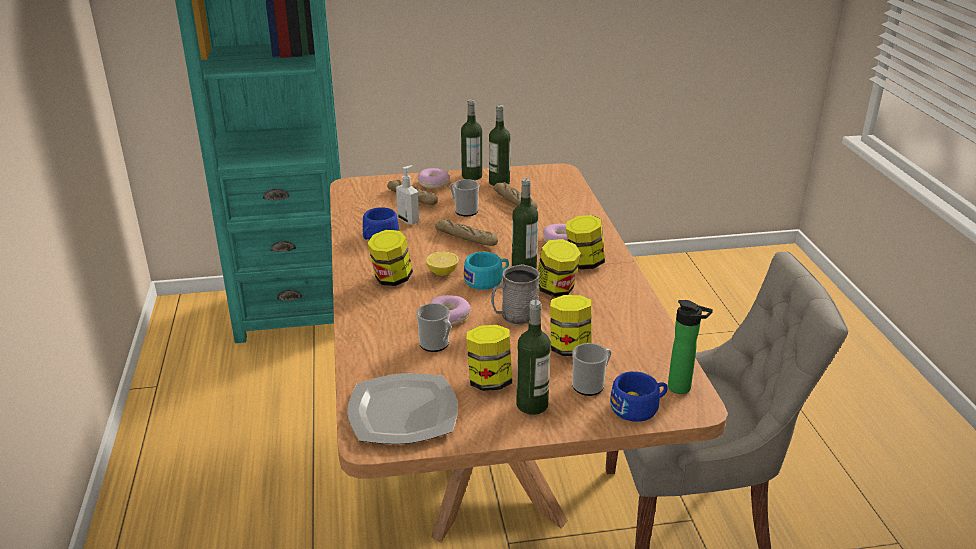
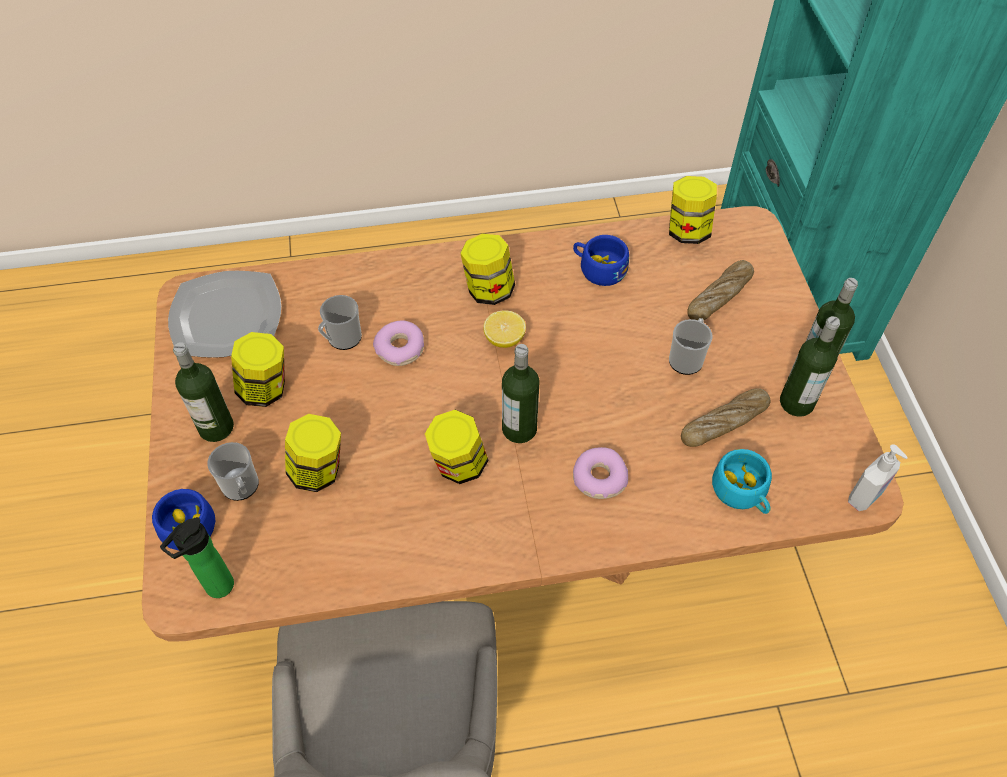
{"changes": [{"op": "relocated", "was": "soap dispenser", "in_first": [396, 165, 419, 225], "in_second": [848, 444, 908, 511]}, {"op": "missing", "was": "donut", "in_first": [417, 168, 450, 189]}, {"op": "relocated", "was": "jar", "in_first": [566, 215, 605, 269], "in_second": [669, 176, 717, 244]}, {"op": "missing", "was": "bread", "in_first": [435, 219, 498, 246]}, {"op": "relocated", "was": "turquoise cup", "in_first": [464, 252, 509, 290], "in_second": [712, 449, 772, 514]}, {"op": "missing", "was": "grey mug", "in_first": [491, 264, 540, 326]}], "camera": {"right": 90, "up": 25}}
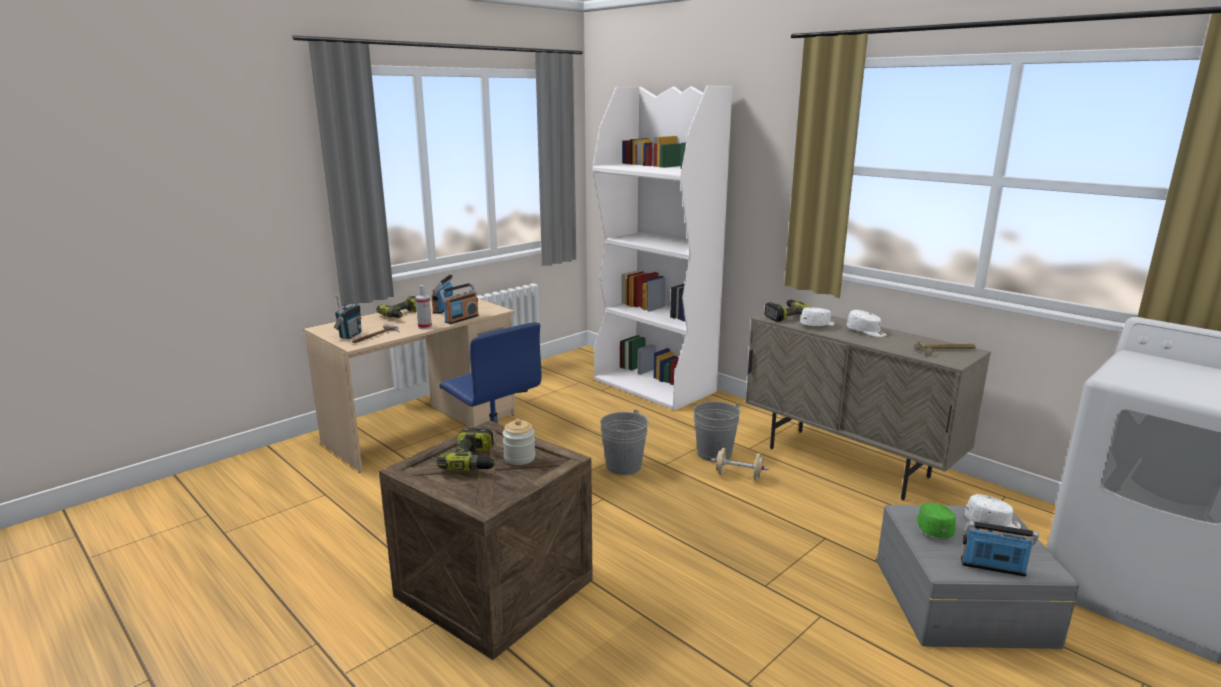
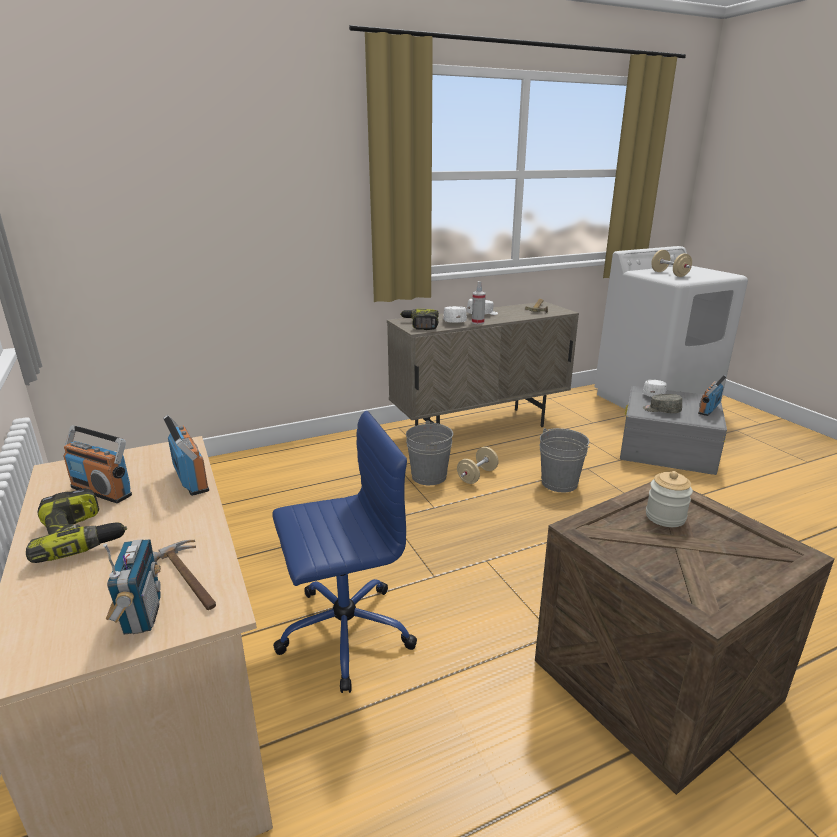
{"changes": [{"op": "missing", "was": "white bookcase", "in_first": [593, 86, 732, 410]}, {"op": "relocated", "was": "spray bottle", "in_first": [415, 285, 432, 329], "in_second": [472, 281, 486, 324]}, {"op": "spun", "was": "radio", "in_first": [334, 295, 361, 339], "in_second": [103, 539, 161, 635], "clockwise": 45}, {"op": "relocated", "was": "grey bucket", "in_first": [600, 410, 648, 475], "in_second": [540, 428, 590, 492]}, {"op": "missing", "was": "power drill", "in_first": [437, 428, 496, 471]}, {"op": "colour", "was": "green cap", "now": "grey cap", "in_first": [916, 503, 956, 538], "in_second": [643, 394, 682, 413]}, {"op": "appeared", "now": "beige dumbbell", "in_second": [651, 250, 692, 277]}], "camera": {"right": -70, "up": 5}}
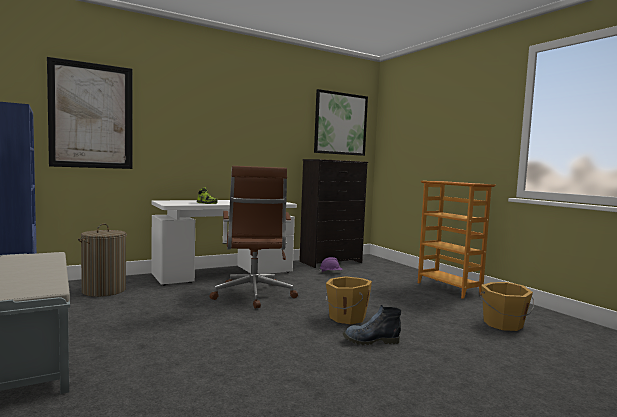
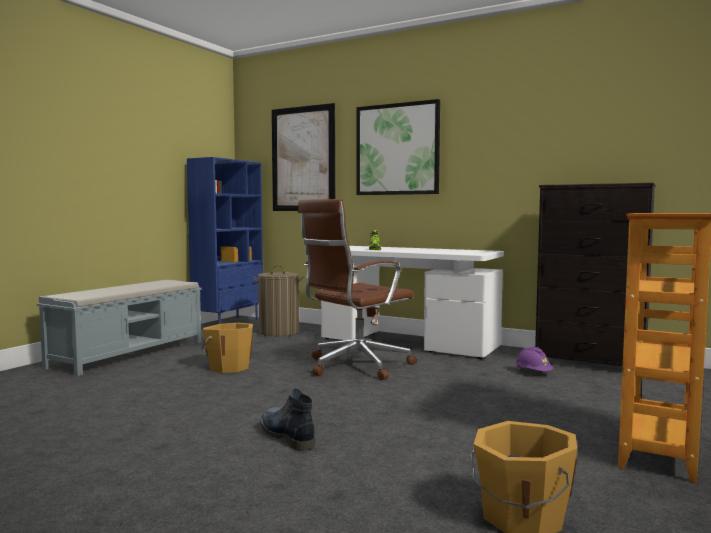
{"changes": [{"op": "relocated", "was": "picture", "in_first": [314, 89, 368, 156], "in_second": [356, 99, 440, 195]}, {"op": "relocated", "was": "orange bucket", "in_first": [326, 276, 372, 324], "in_second": [202, 323, 253, 373]}], "camera": {"right": 60, "up": 0}}
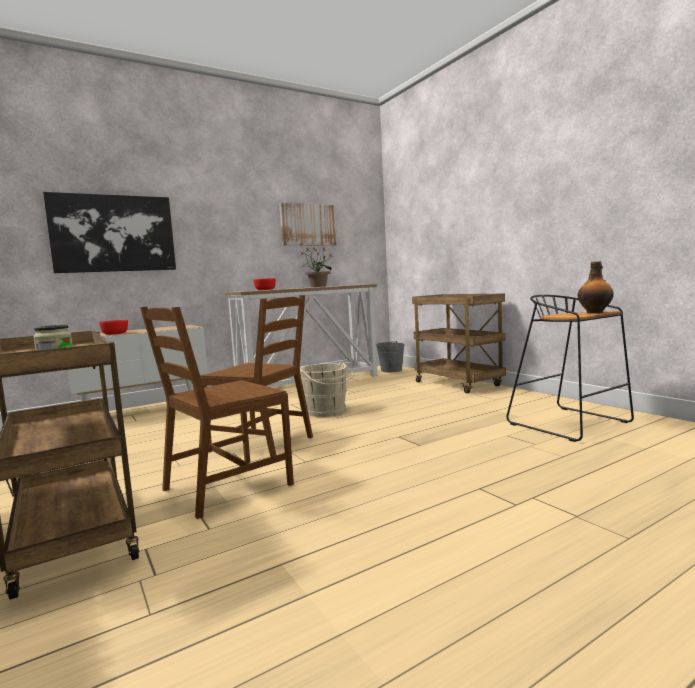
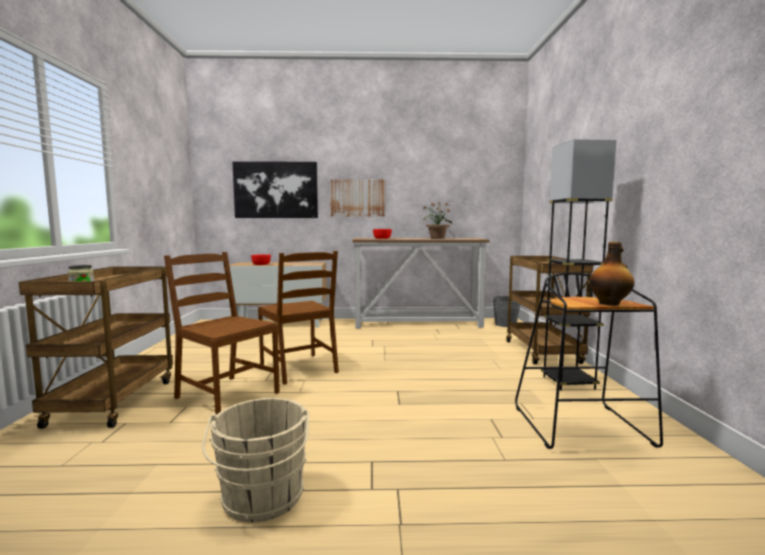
{"changes": [{"op": "relocated", "was": "picture", "in_first": [279, 203, 337, 246], "in_second": [330, 179, 385, 217]}, {"op": "spun", "was": "brown chair", "in_first": [140, 307, 294, 519], "in_second": [164, 252, 280, 415], "clockwise": 45}, {"op": "relocated", "was": "beige bucket", "in_first": [300, 362, 353, 417], "in_second": [202, 398, 309, 523]}, {"op": "appeared", "now": "grey floor lamp", "in_second": [541, 139, 617, 391]}], "camera": {"right": 30, "up": 0}}
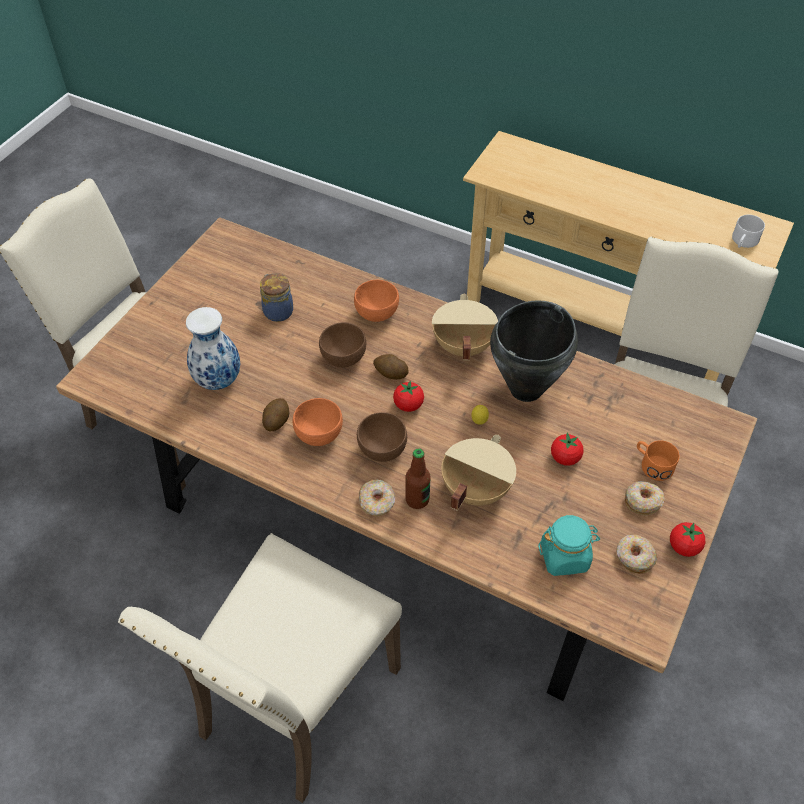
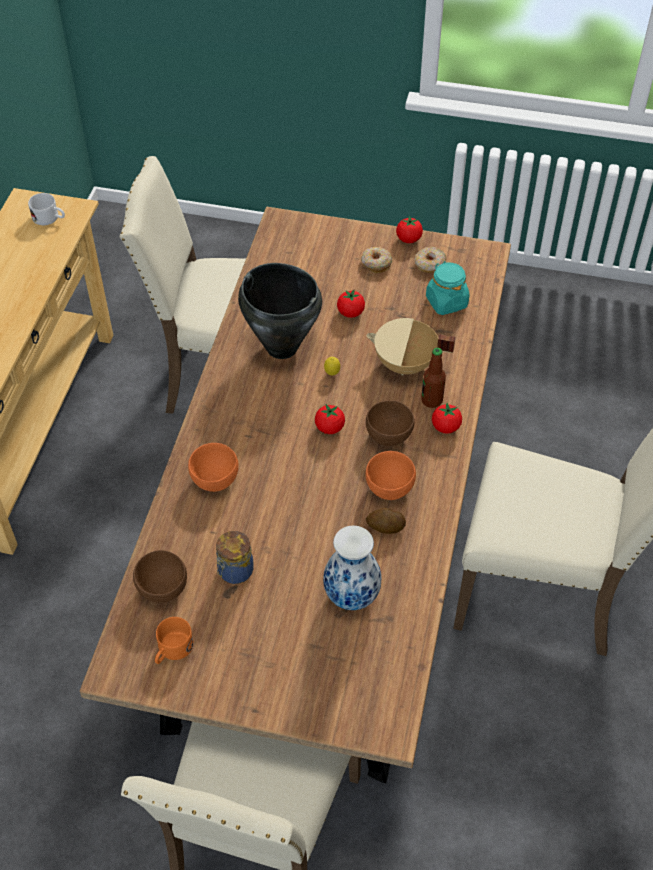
{"changes": [{"op": "missing", "was": "beige cooking pot", "in_first": [432, 294, 498, 360]}, {"op": "relocated", "was": "brown bowl", "in_first": [319, 322, 366, 368], "in_second": [133, 550, 187, 603]}, {"op": "missing", "was": "potato", "in_first": [373, 354, 408, 380]}, {"op": "relocated", "was": "orange mug", "in_first": [637, 440, 680, 481], "in_second": [155, 617, 193, 664]}, {"op": "exchanged", "was": "donut", "now": "tomato", "in_first": [359, 479, 395, 516], "in_second": [432, 403, 462, 434]}], "camera": {"right": -105, "up": 0}}
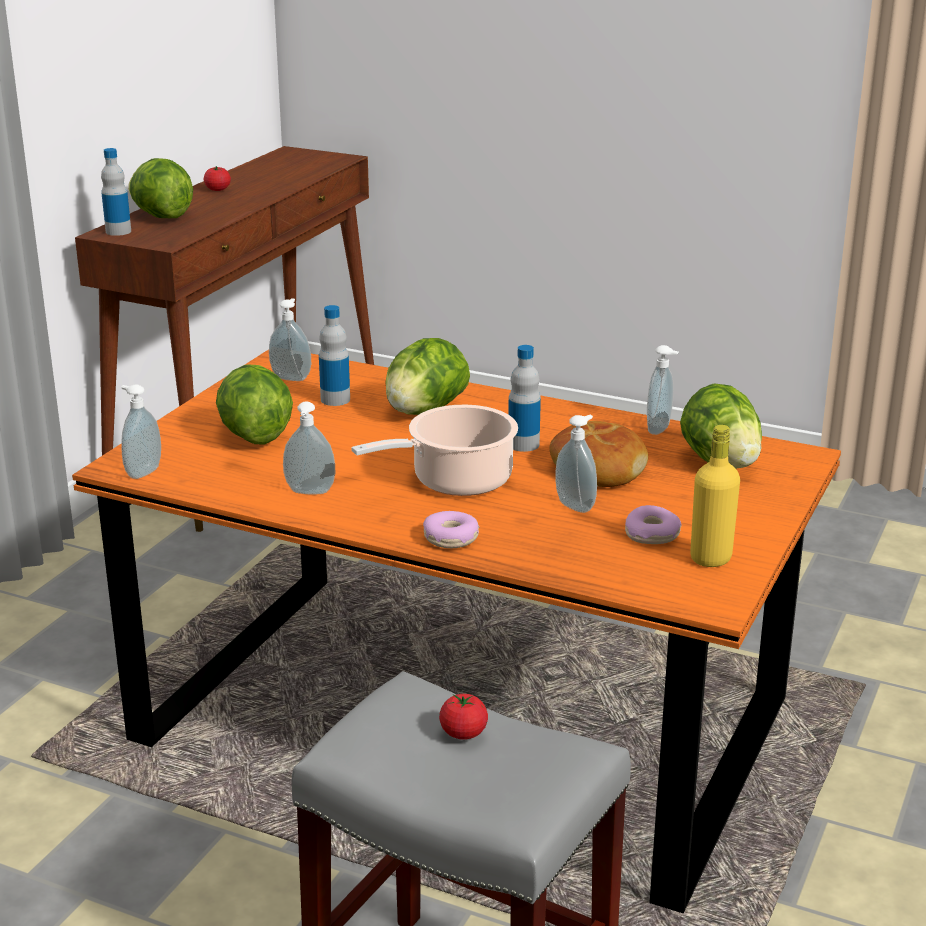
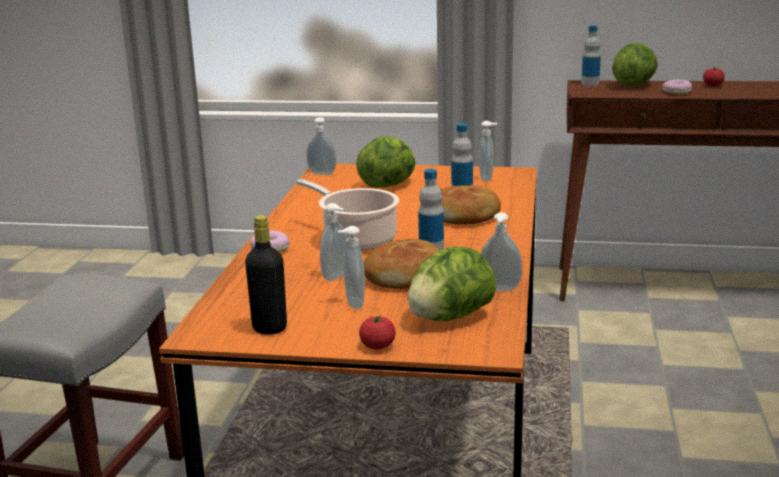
{"changes": [{"op": "exchanged", "was": "lettuce", "now": "bread", "in_first": [385, 338, 470, 415], "in_second": [441, 185, 501, 224]}, {"op": "relocated", "was": "soap dispenser", "in_first": [283, 401, 335, 495], "in_second": [337, 226, 365, 309]}, {"op": "colour", "was": "yellow bottle", "now": "black bottle", "in_first": [690, 425, 740, 567], "in_second": [245, 215, 287, 334]}, {"op": "relocated", "was": "donut", "in_first": [625, 505, 681, 544], "in_second": [662, 79, 692, 94]}, {"op": "relocated", "was": "tomato", "in_first": [439, 694, 488, 740], "in_second": [359, 314, 396, 350]}], "camera": {"right": 75, "up": -5}}
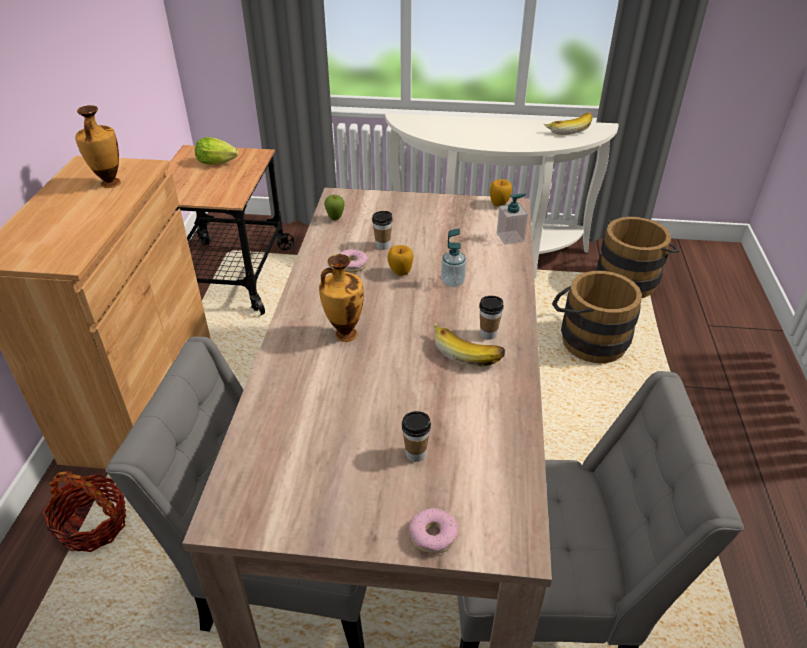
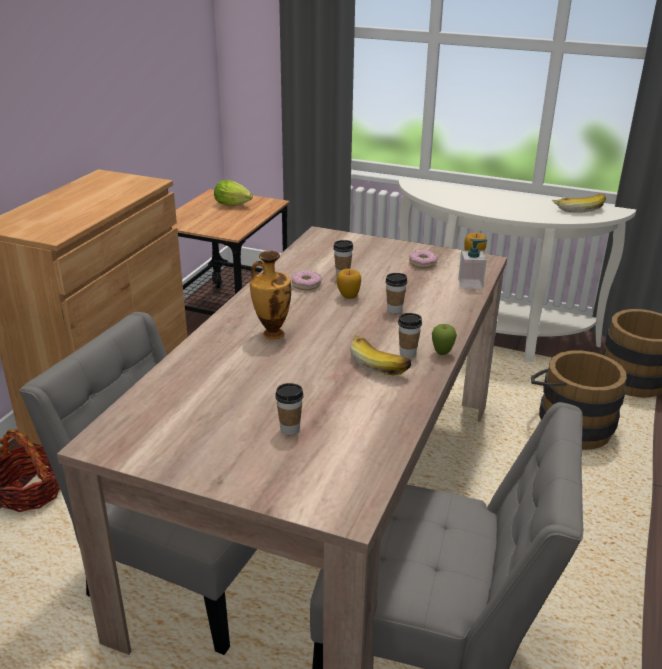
{"changes": [{"op": "missing", "was": "vase", "in_first": [75, 105, 121, 188]}, {"op": "relocated", "was": "apple", "in_first": [324, 195, 345, 220], "in_second": [432, 324, 457, 355]}, {"op": "exchanged", "was": "soap dispenser", "now": "cup", "in_first": [441, 228, 466, 287], "in_second": [386, 273, 407, 314]}, {"op": "relocated", "was": "donut", "in_first": [409, 508, 458, 554], "in_second": [409, 250, 438, 268]}], "camera": {"right": 15, "up": -10}}
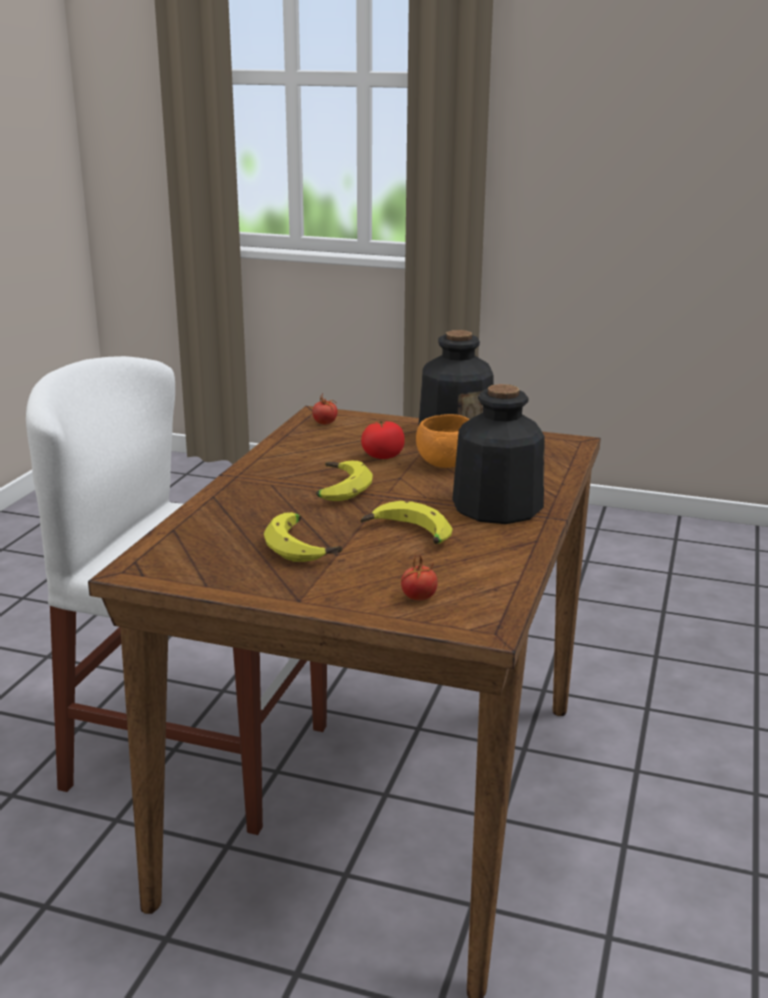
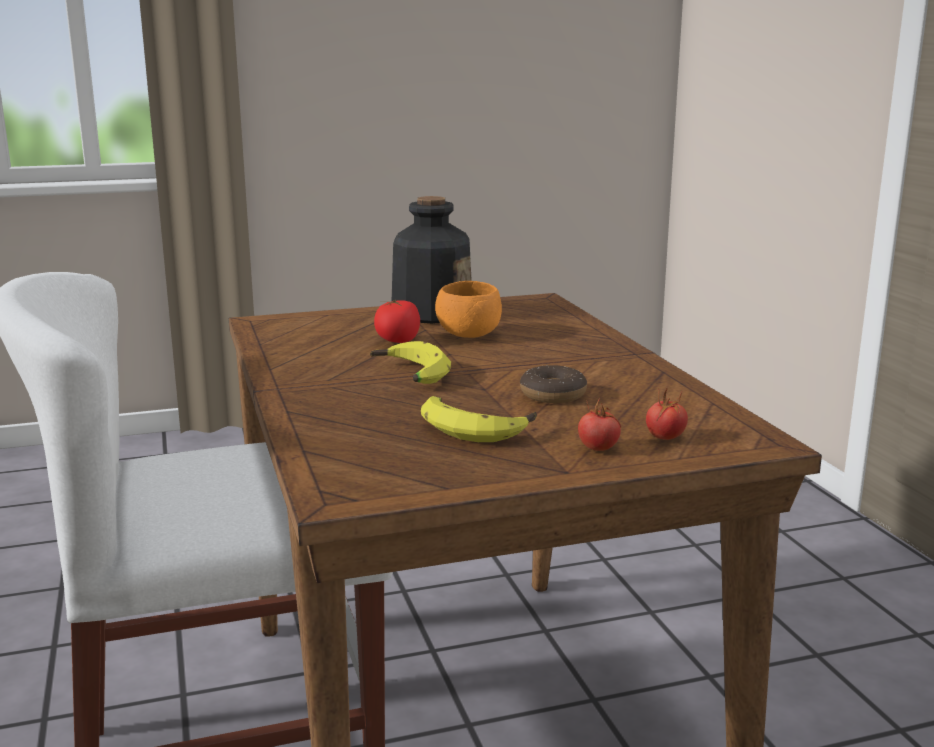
{"changes": [{"op": "missing", "was": "bottle", "in_first": [452, 384, 545, 524]}, {"op": "relocated", "was": "tomato", "in_first": [312, 393, 337, 425], "in_second": [578, 398, 621, 451]}, {"op": "exchanged", "was": "banana", "now": "donut", "in_first": [361, 501, 453, 544], "in_second": [520, 365, 587, 403]}], "camera": {"right": -35, "up": -5}}
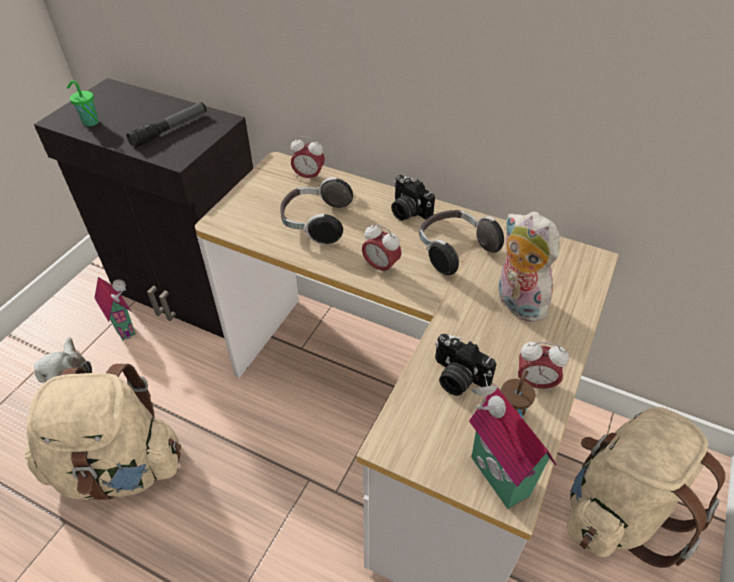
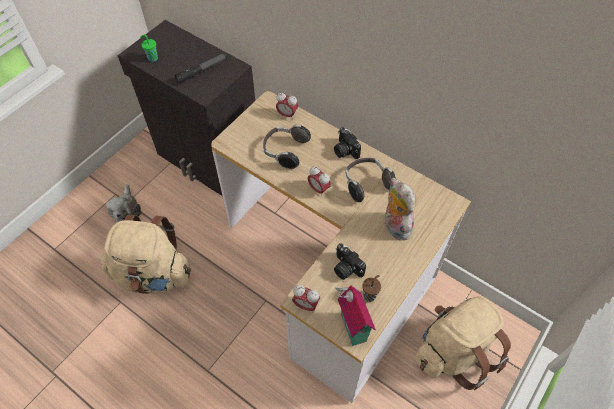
{"changes": [{"op": "missing", "was": "toy house", "in_first": [94, 277, 136, 340]}, {"op": "relocated", "was": "alarm clock", "in_first": [518, 342, 569, 392], "in_second": [292, 285, 320, 313]}], "camera": {"right": 10, "up": 10}}
